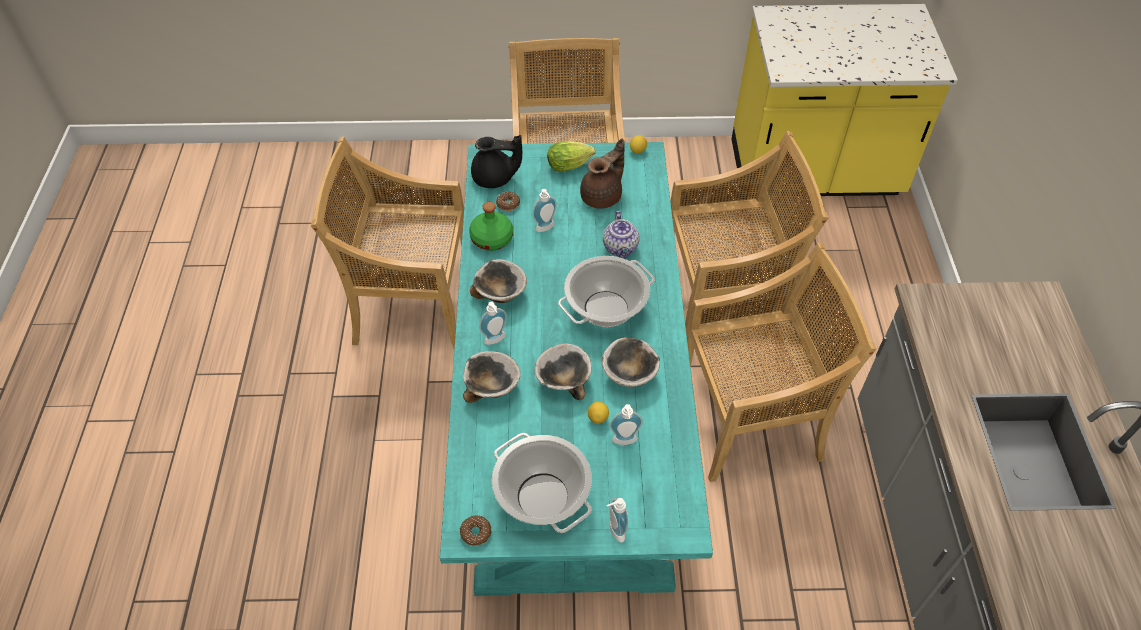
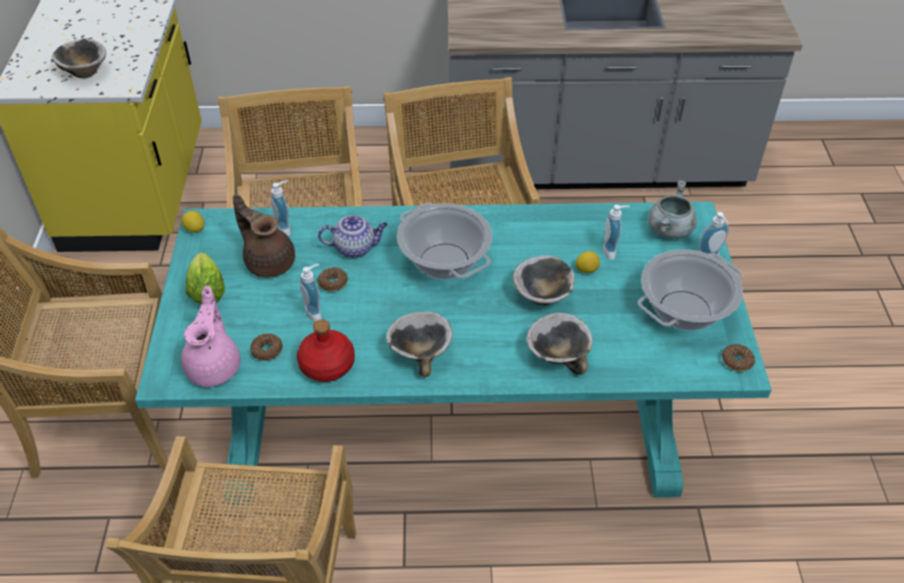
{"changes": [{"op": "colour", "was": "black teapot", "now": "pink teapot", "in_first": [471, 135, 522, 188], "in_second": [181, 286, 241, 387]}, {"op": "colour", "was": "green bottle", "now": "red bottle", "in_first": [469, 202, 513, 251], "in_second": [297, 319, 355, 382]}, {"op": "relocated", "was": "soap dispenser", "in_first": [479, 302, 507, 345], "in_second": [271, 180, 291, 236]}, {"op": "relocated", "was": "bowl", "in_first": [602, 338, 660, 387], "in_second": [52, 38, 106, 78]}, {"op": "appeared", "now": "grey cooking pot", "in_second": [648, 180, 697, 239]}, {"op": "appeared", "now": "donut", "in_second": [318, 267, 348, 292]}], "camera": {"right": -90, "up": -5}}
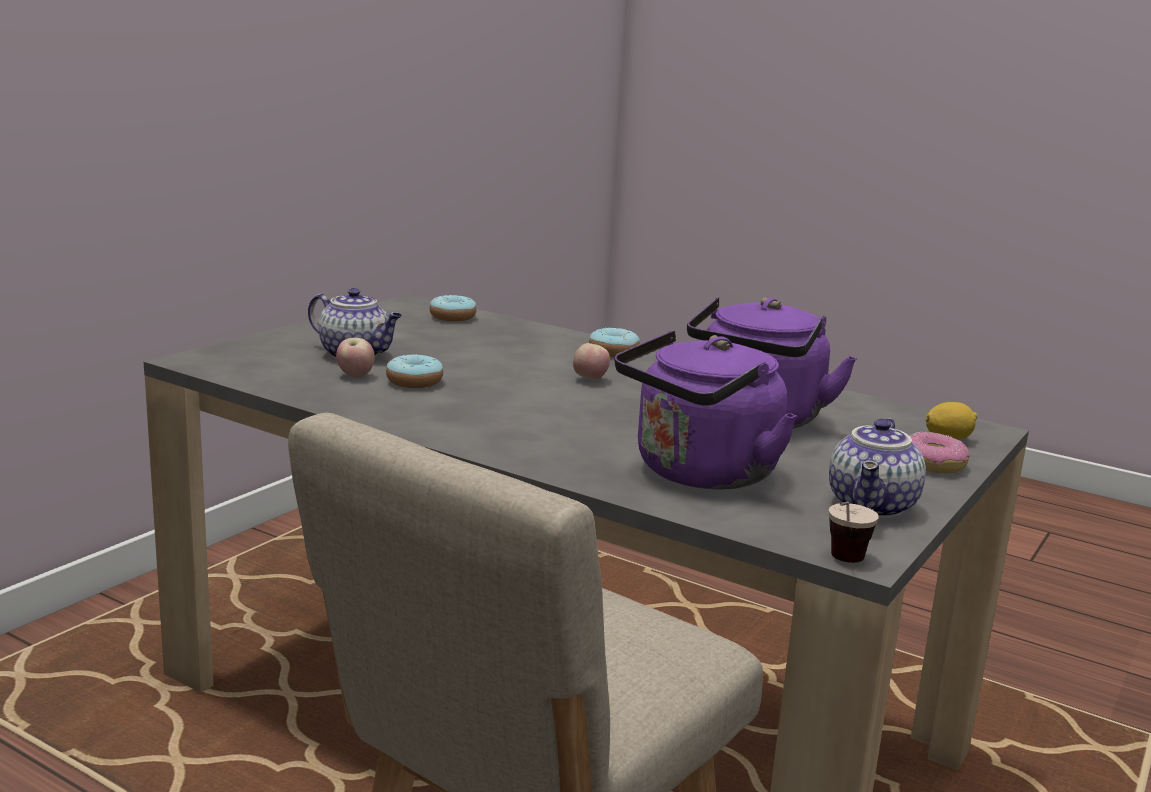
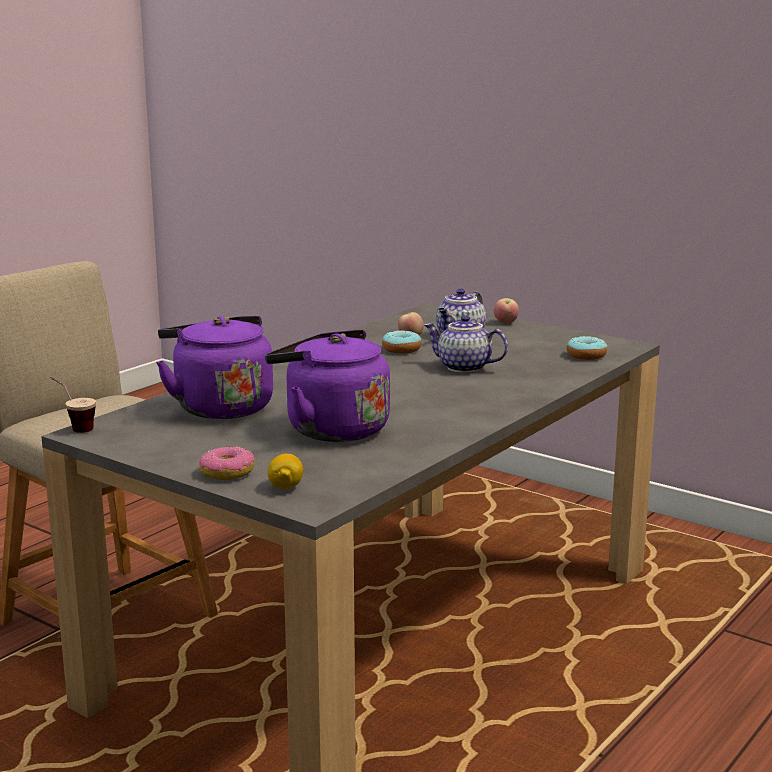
{"changes": [{"op": "missing", "was": "donut", "in_first": [589, 327, 640, 357]}, {"op": "relocated", "was": "apple", "in_first": [573, 343, 610, 380], "in_second": [494, 298, 519, 324]}, {"op": "relocated", "was": "teapot", "in_first": [829, 418, 926, 518], "in_second": [424, 315, 508, 373]}], "camera": {"right": 95, "up": 0}}
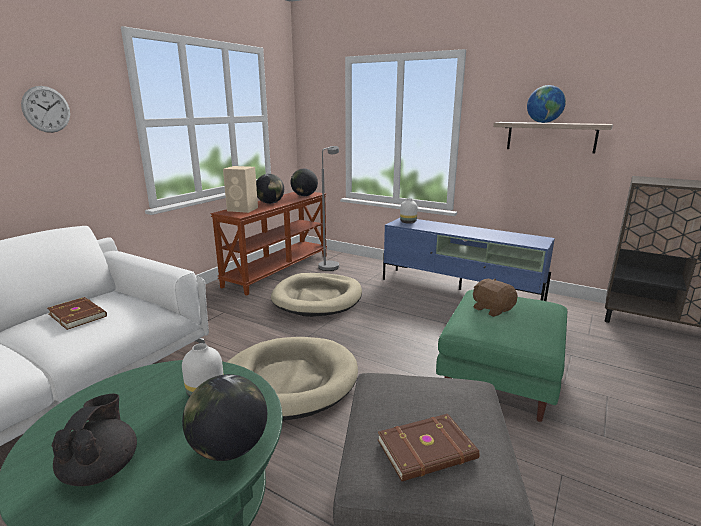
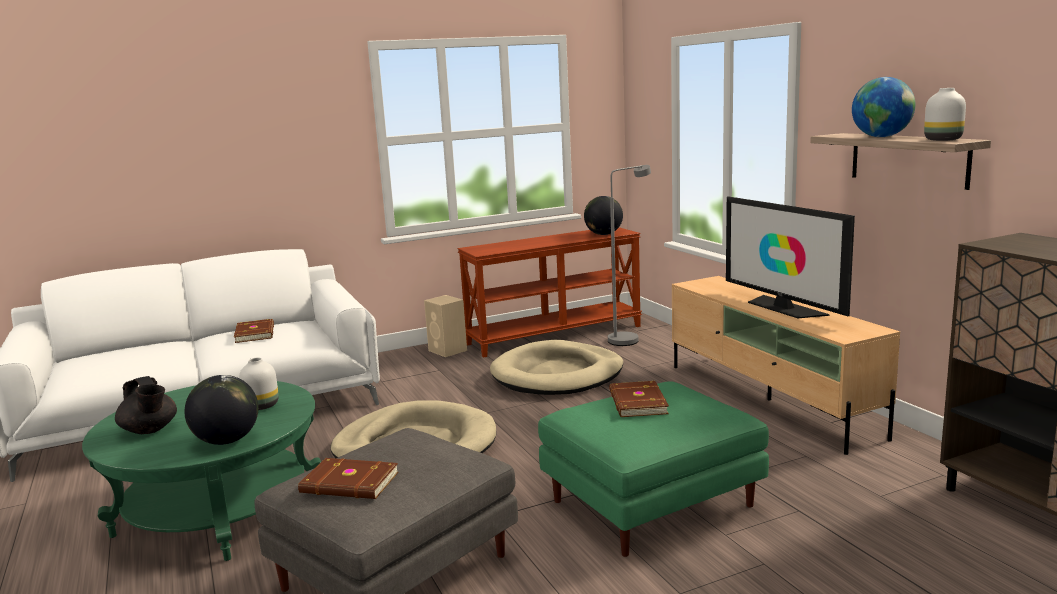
{"changes": [{"op": "missing", "was": "wall clock", "in_first": [21, 86, 70, 133]}, {"op": "relocated", "was": "beige speaker", "in_first": [223, 166, 258, 213], "in_second": [424, 295, 467, 357]}, {"op": "missing", "was": "globe", "in_first": [256, 174, 284, 204]}, {"op": "relocated", "was": "white vase", "in_first": [400, 198, 418, 224], "in_second": [924, 88, 966, 141]}, {"op": "colour", "was": "blue tv stand", "now": "beige tv stand", "in_first": [383, 218, 555, 301], "in_second": [672, 276, 900, 455]}, {"op": "exchanged", "was": "brown plush toy", "now": "brown book", "in_first": [473, 279, 518, 317], "in_second": [609, 381, 669, 417]}, {"op": "spun", "was": "black teapot", "in_first": [52, 394, 137, 486], "in_second": [115, 376, 177, 434], "clockwise": 105}, {"op": "appeared", "now": "television", "in_second": [726, 196, 855, 318]}], "camera": {"right": 35, "up": -5}}
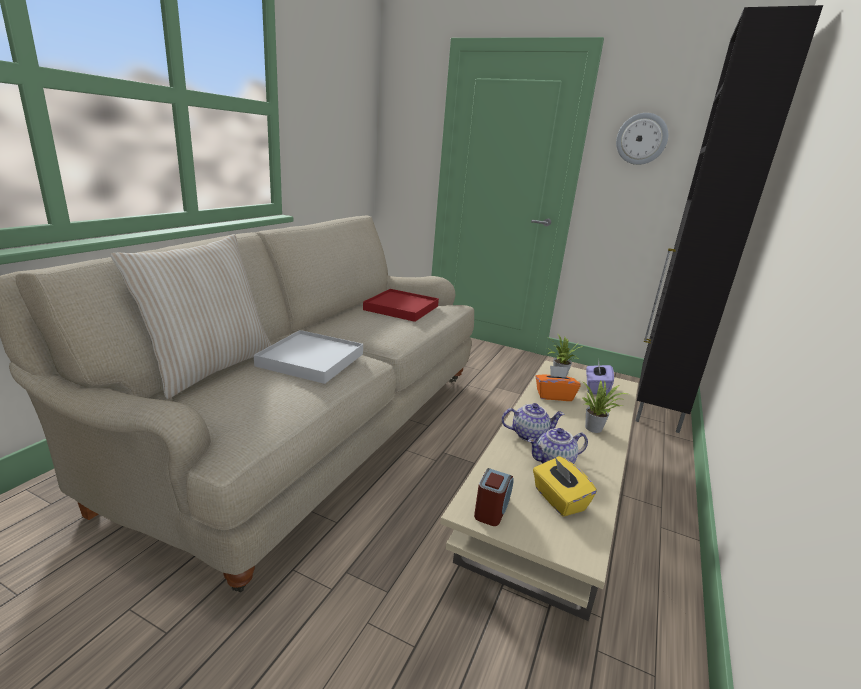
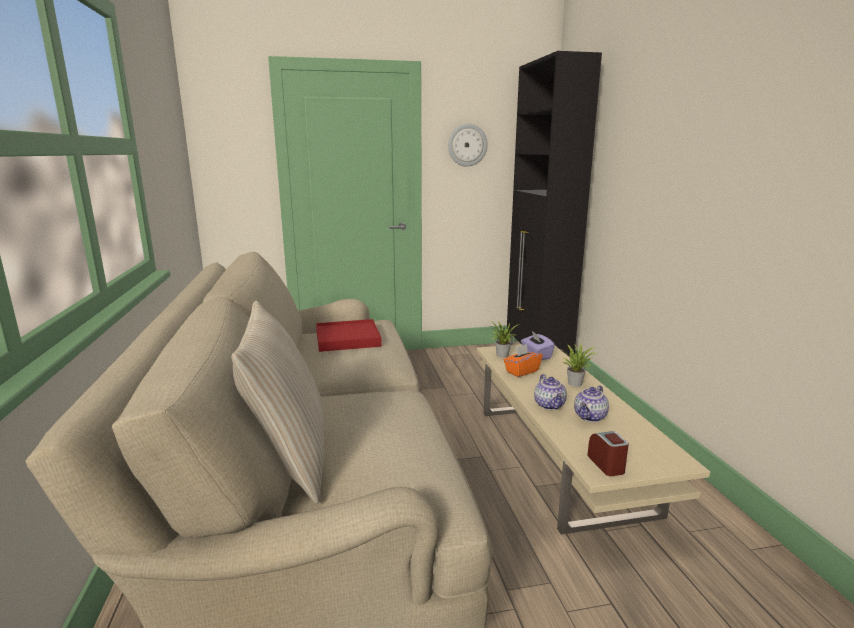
{"changes": [{"op": "missing", "was": "white tray", "in_first": [254, 330, 363, 384]}, {"op": "spun", "was": "teapot", "in_first": [502, 403, 564, 441], "in_second": [534, 374, 567, 410], "clockwise": 120}, {"op": "missing", "was": "yellow tissue box", "in_first": [533, 456, 597, 517]}], "camera": {"right": -35, "up": -5}}
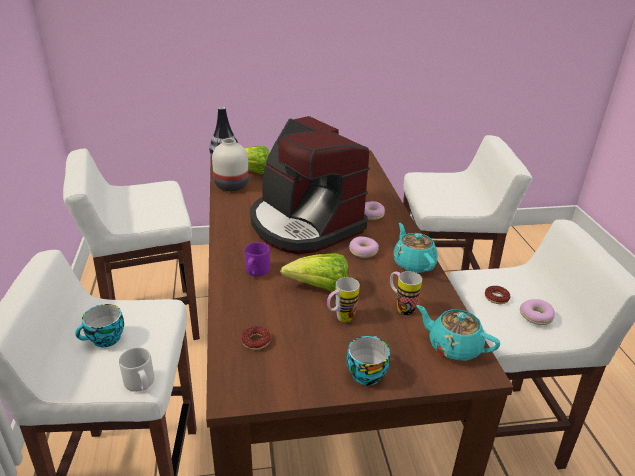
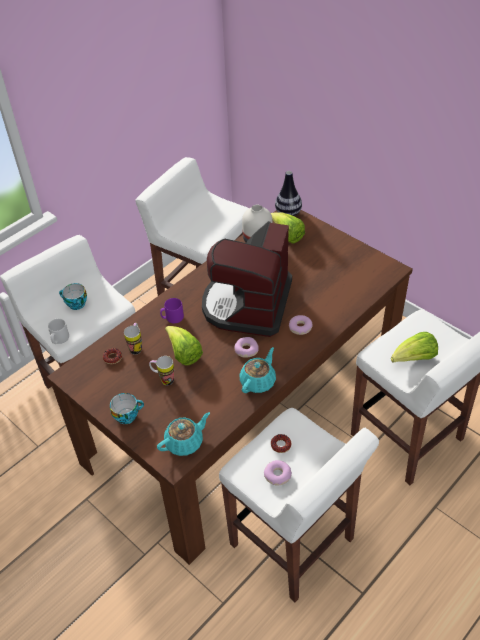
{"changes": [{"op": "relocated", "was": "mug", "in_first": [390, 271, 422, 315], "in_second": [124, 323, 142, 355]}, {"op": "spun", "was": "turquoise teapot", "in_first": [416, 305, 500, 361], "in_second": [157, 412, 210, 456], "clockwise": 60}, {"op": "appeared", "now": "lettuce", "in_second": [391, 332, 438, 363]}], "camera": {"right": 55, "up": 15}}
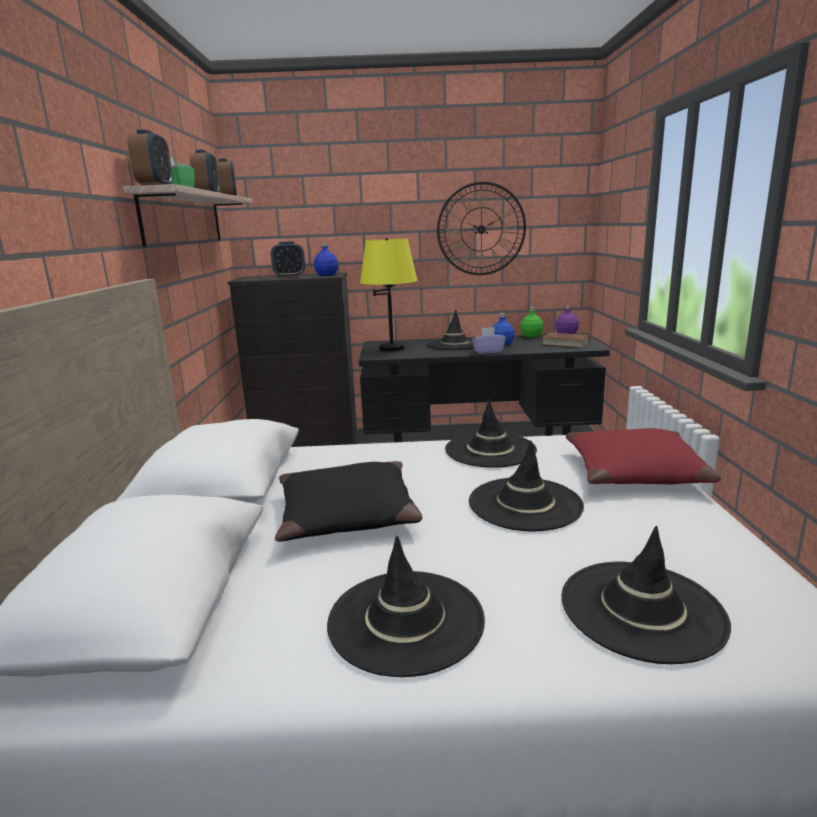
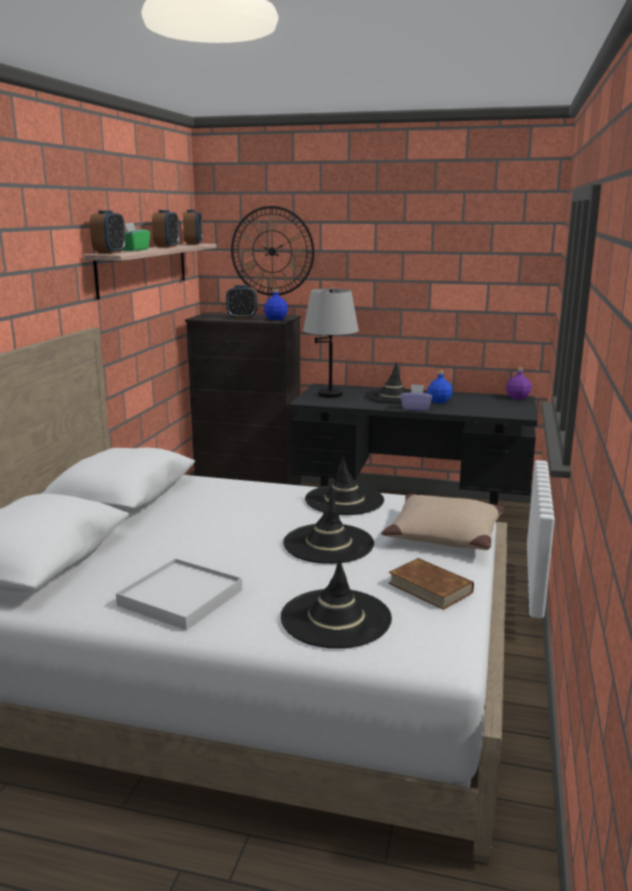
{"changes": [{"op": "relocated", "was": "wall clock", "in_first": [437, 182, 526, 275], "in_second": [231, 206, 314, 296]}, {"op": "colour", "was": "yellow table lamp", "now": "grey table lamp", "in_first": [360, 238, 417, 351], "in_second": [303, 289, 359, 398]}, {"op": "missing", "was": "green bottle", "in_first": [520, 307, 543, 338]}, {"op": "relocated", "was": "brown book", "in_first": [542, 333, 590, 348], "in_second": [388, 558, 474, 610]}, {"op": "colour", "was": "red pillow", "now": "beige pillow", "in_first": [566, 428, 721, 484], "in_second": [381, 494, 505, 550]}, {"op": "missing", "was": "black pillow", "in_first": [275, 461, 422, 542]}, {"op": "exchanged", "was": "black hat", "now": "white tray", "in_first": [327, 536, 485, 677], "in_second": [116, 558, 242, 630]}], "camera": {"right": 15, "up": 0}}
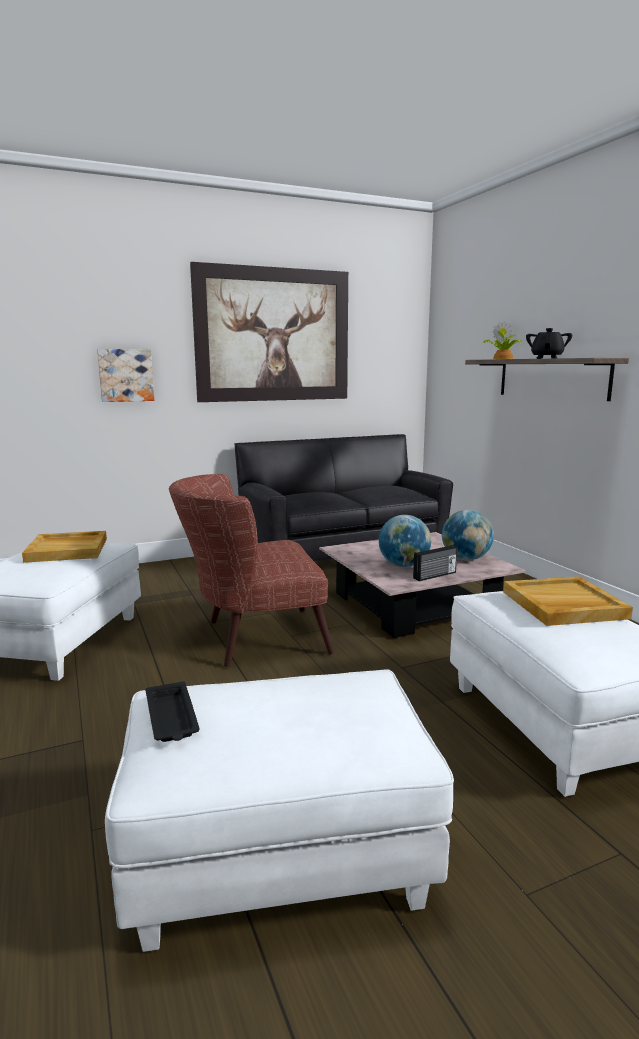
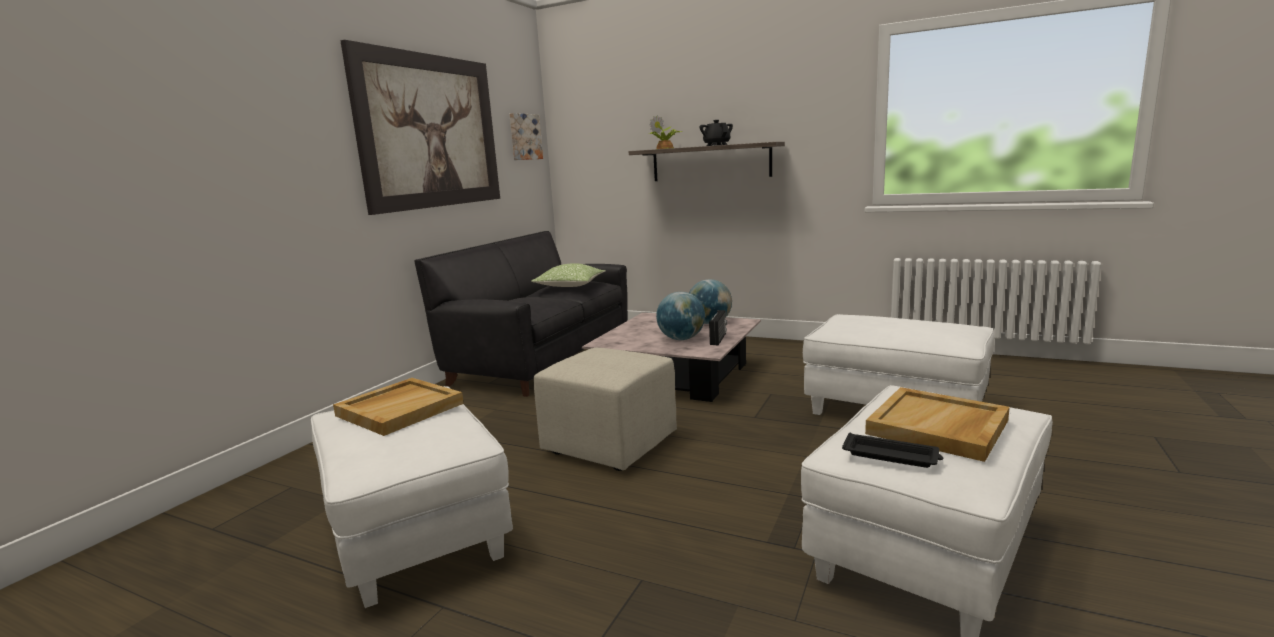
{"changes": [{"op": "relocated", "was": "picture", "in_first": [97, 349, 154, 402], "in_second": [509, 113, 543, 160]}, {"op": "exchanged", "was": "brown armchair", "now": "beige ottoman", "in_first": [169, 474, 334, 667], "in_second": [534, 348, 677, 471]}, {"op": "relocated", "was": "beige tray", "in_first": [503, 576, 633, 626], "in_second": [865, 387, 1010, 462]}, {"op": "appeared", "now": "pillow", "in_second": [531, 263, 605, 287]}], "camera": {"right": -40, "up": 0}}
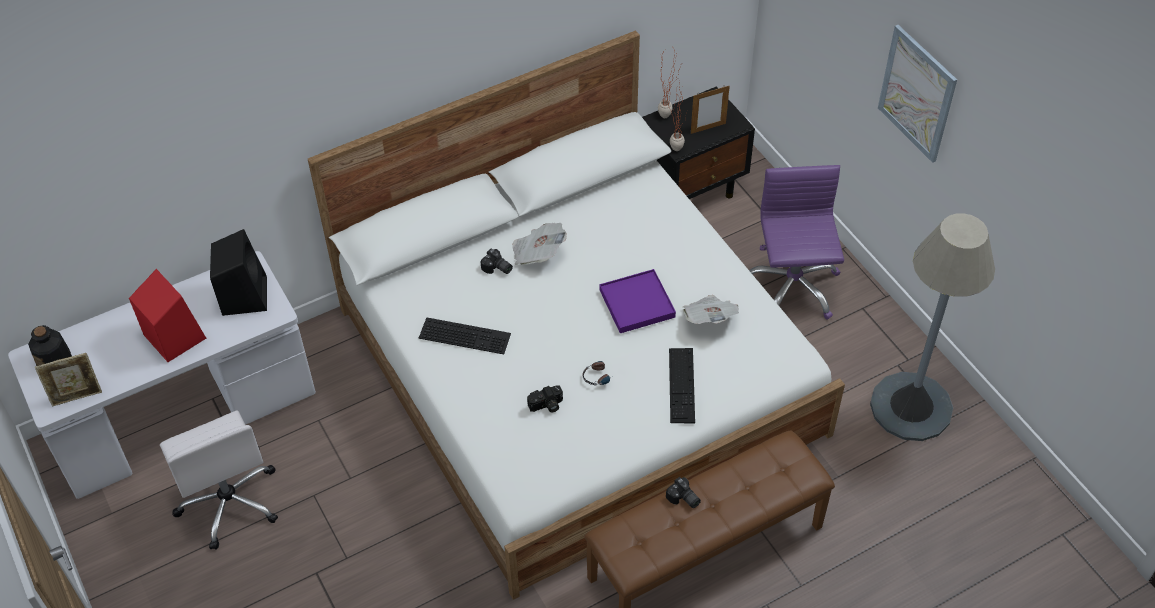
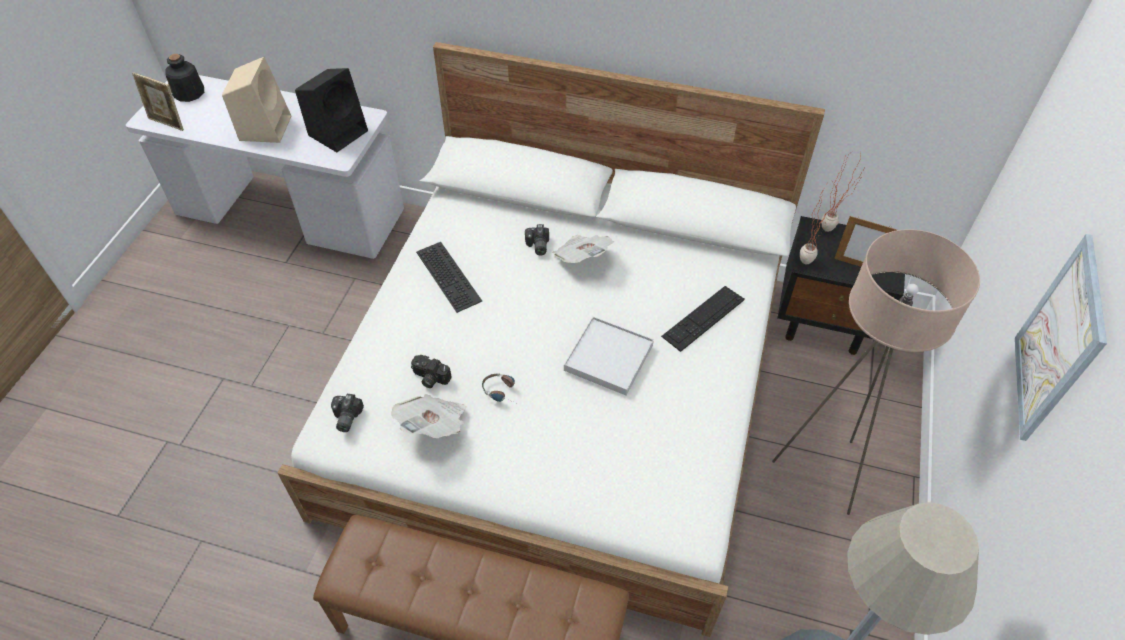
{"changes": [{"op": "exchanged", "was": "purple office chair", "now": "beige floor lamp", "in_first": [749, 165, 844, 320], "in_second": [772, 229, 980, 515]}, {"op": "colour", "was": "red speaker", "now": "beige speaker", "in_first": [129, 269, 206, 362], "in_second": [222, 57, 291, 143]}, {"op": "colour", "was": "purple tray", "now": "white tray", "in_first": [600, 269, 676, 333], "in_second": [564, 317, 654, 396]}, {"op": "relocated", "was": "newspaper", "in_first": [683, 295, 739, 324], "in_second": [391, 394, 466, 438]}, {"op": "relocated", "was": "keyboard", "in_first": [669, 348, 695, 424], "in_second": [661, 286, 745, 352]}, {"op": "missing", "was": "white office chair", "in_first": [160, 410, 278, 549]}, {"op": "relocated", "was": "photo camera", "in_first": [666, 477, 701, 508], "in_second": [331, 394, 364, 432]}], "camera": {"right": 45, "up": 0}}
